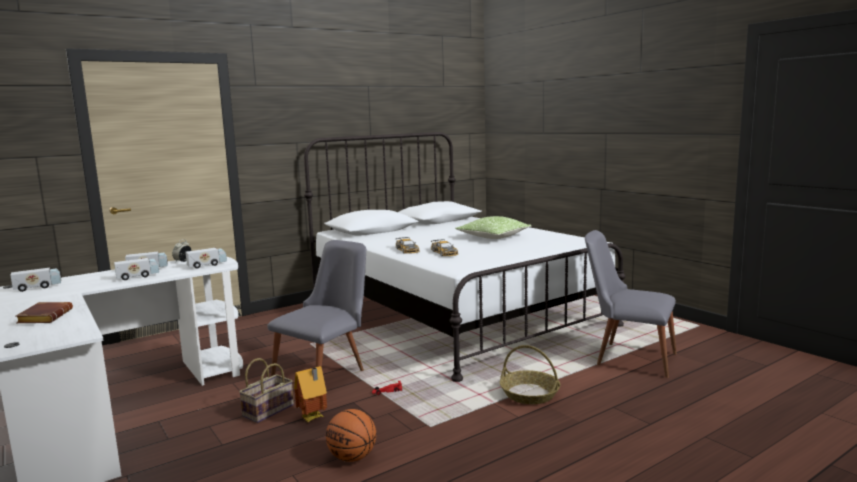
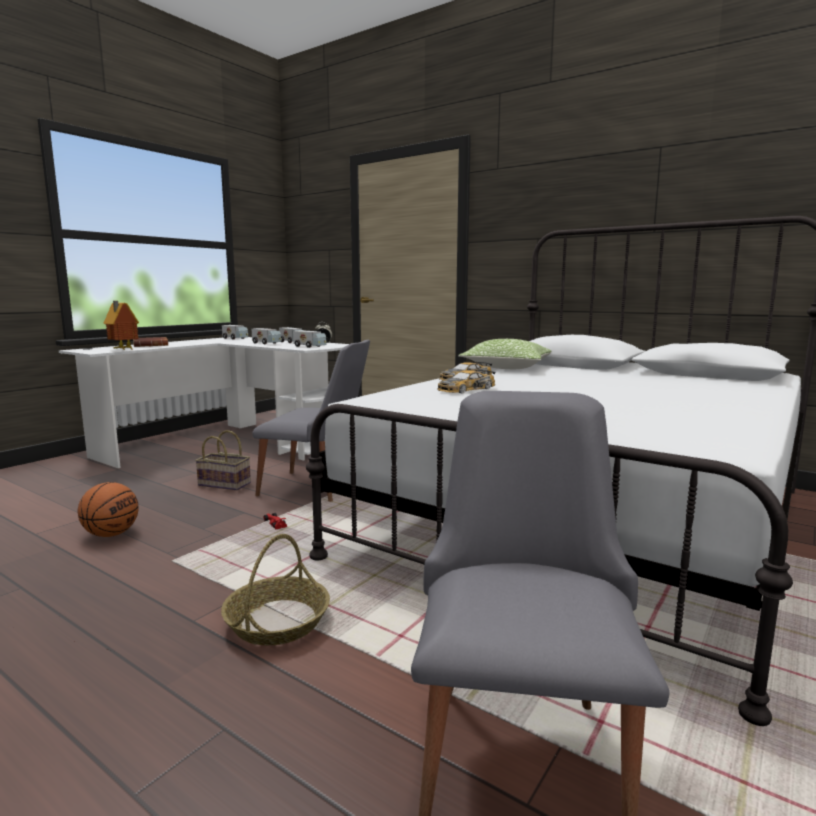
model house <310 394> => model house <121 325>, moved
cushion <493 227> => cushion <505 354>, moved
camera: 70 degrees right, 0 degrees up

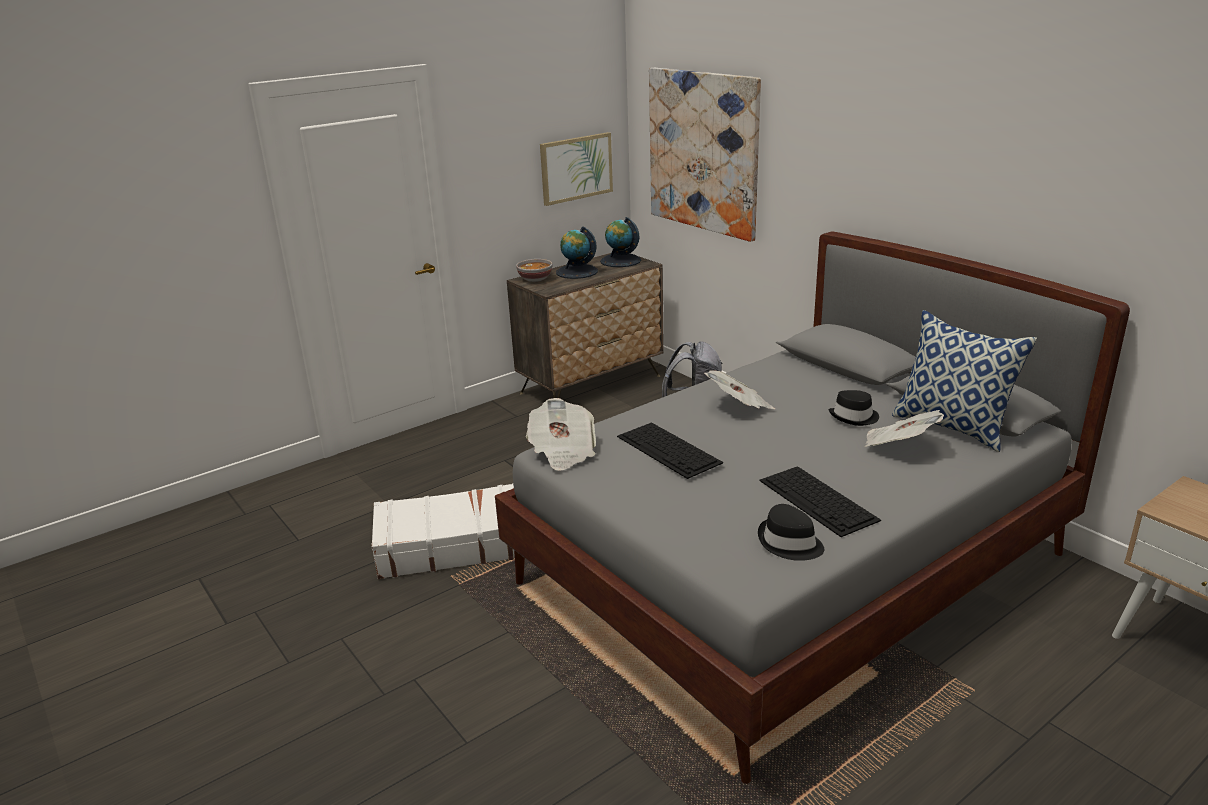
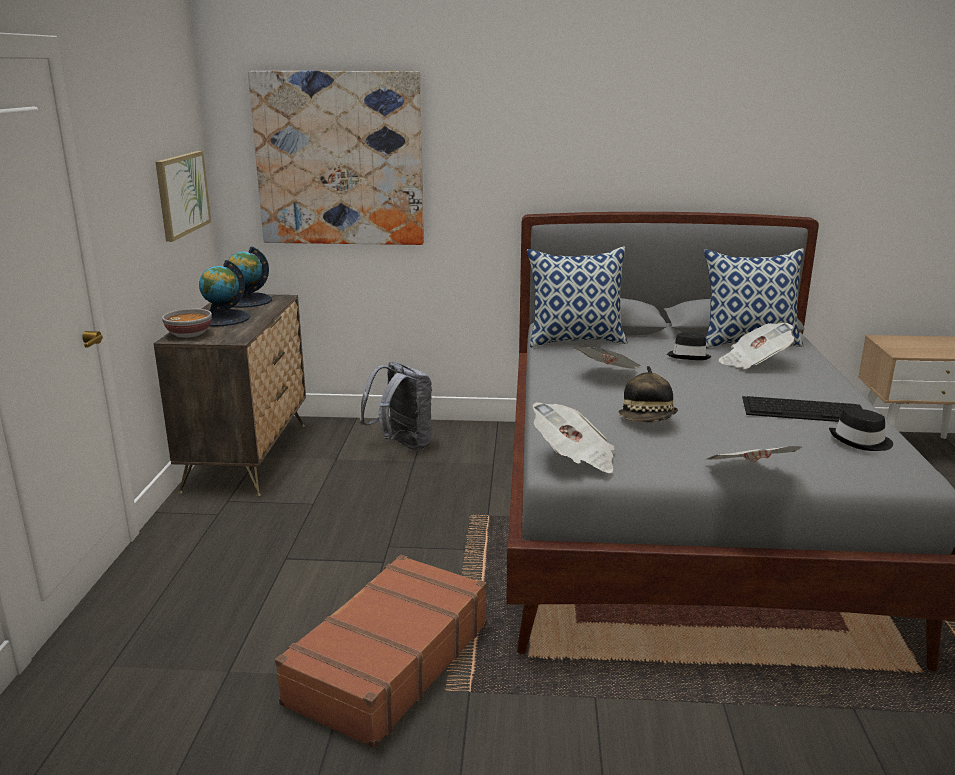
nothing => cushion <577 296>
nothing => daily paper <753 454>
computer keyboard <670 450> => hat <648 394>
white-coloured suitcase <443 531> => brownish suitcase <381 651>
camera: 50 degrees left, 5 degrees down

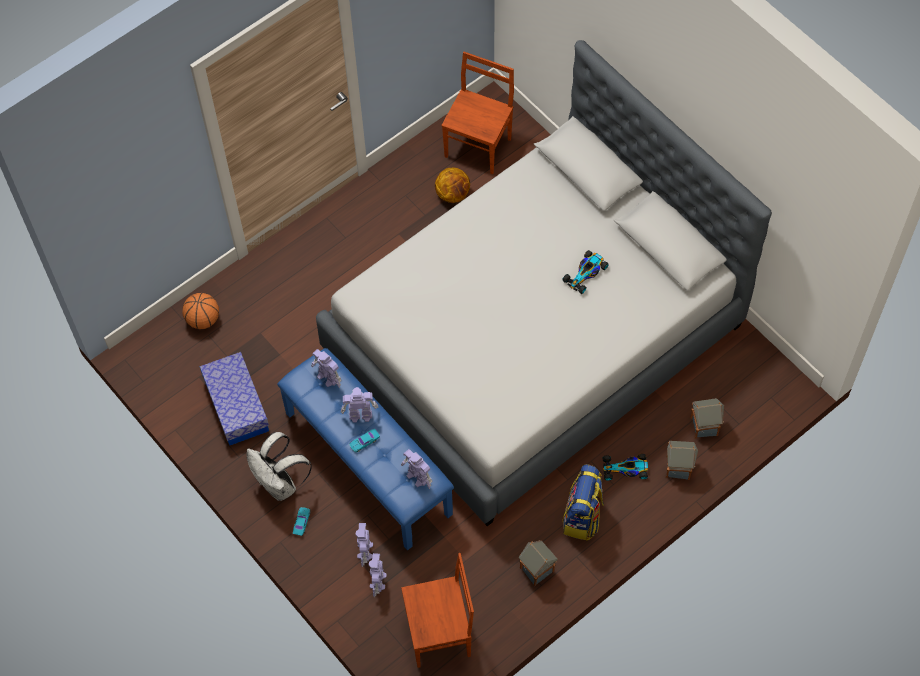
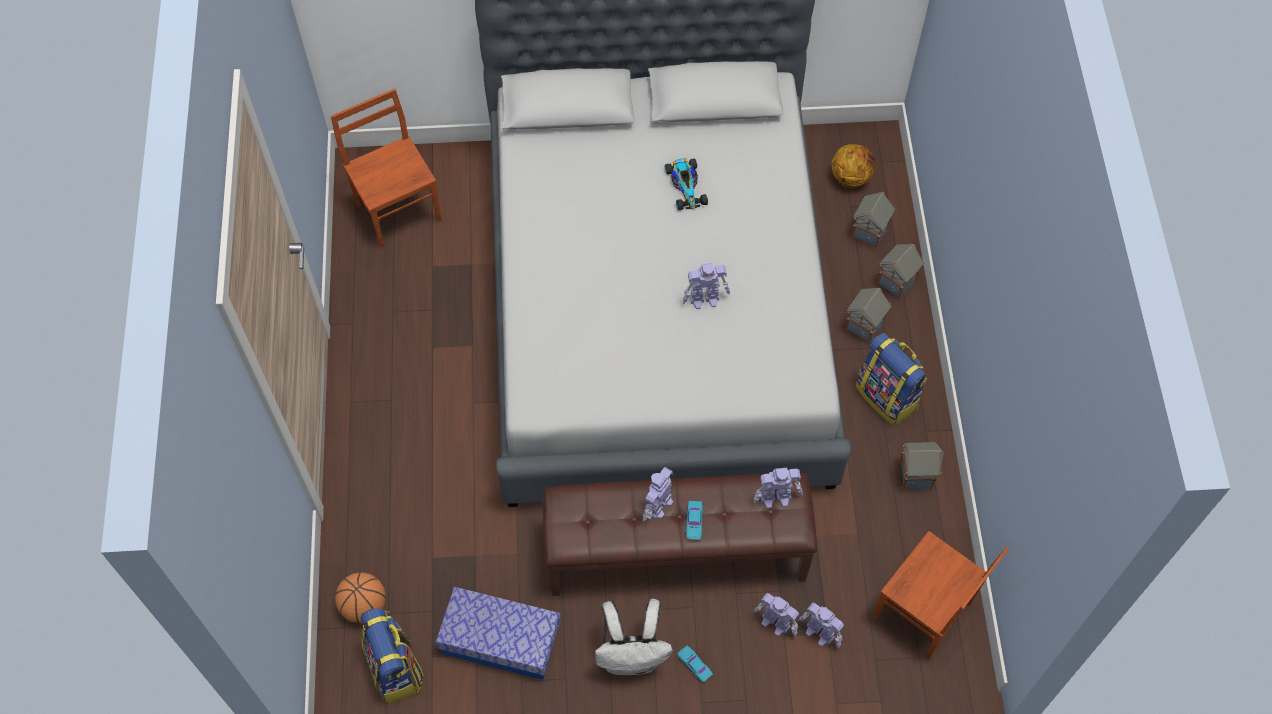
nothing => knapsack <392 656>
model robot <326 368> => model robot <706 286>, moved
basketball <452 185> => basketball <853 166>, moved
model car <625 467> => model house <867 316>
blue-coloured long seat <365 449> => brownish long seat <680 534>
brownish upright chair <437 610> => brownish upright chair <941 595>, 105 degrees clockwise
camera: 55 degrees left, 0 degrees up

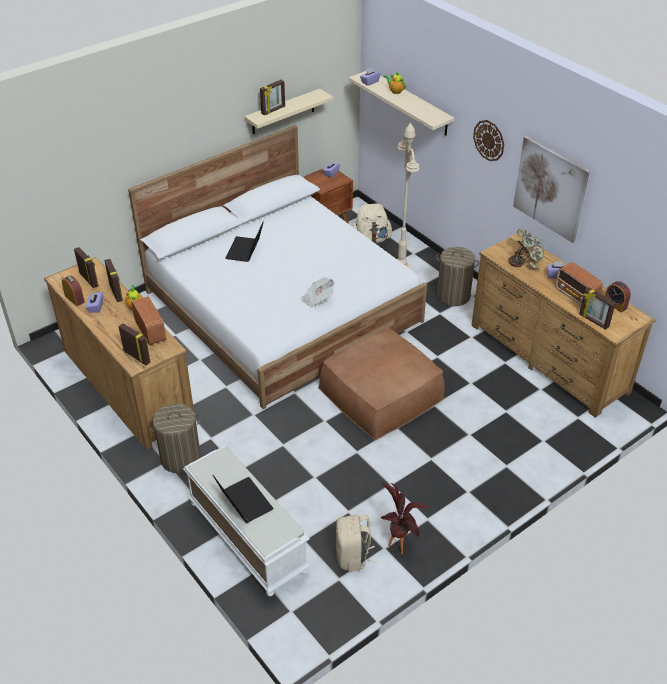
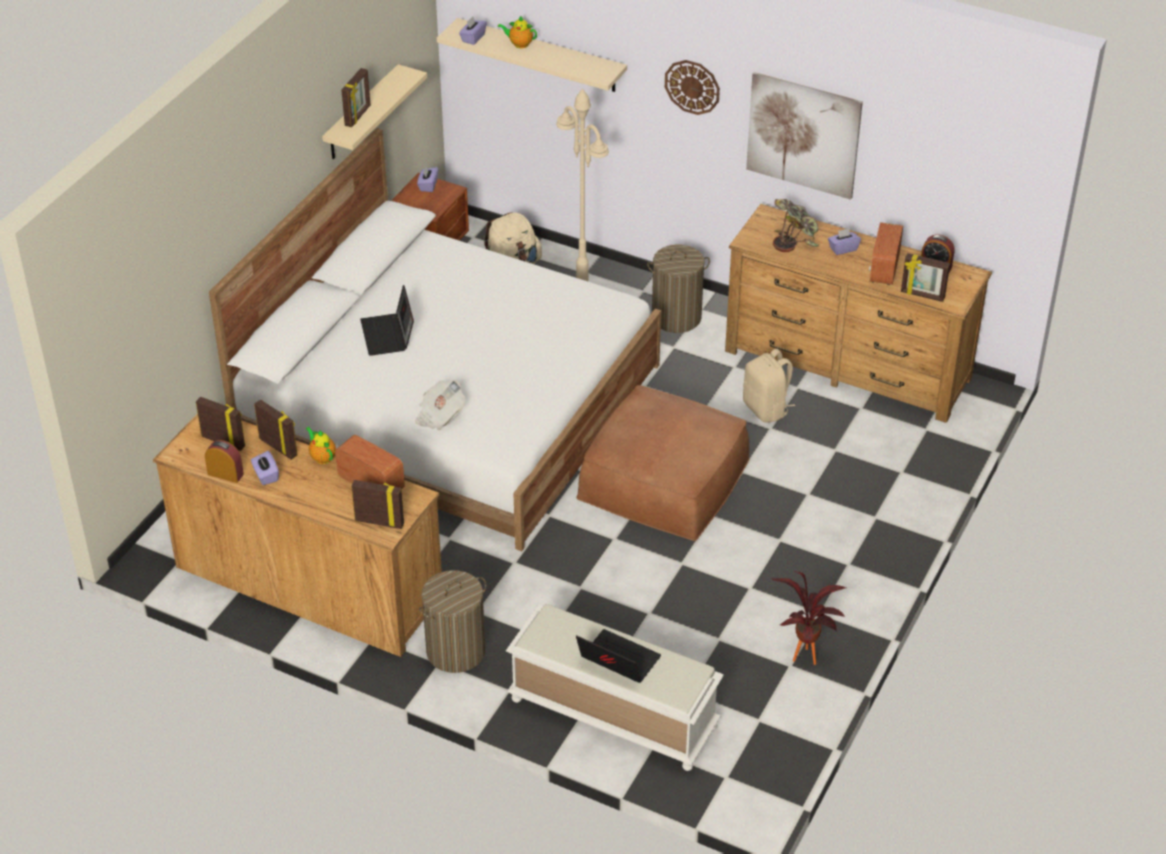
daily paper <317 292> => daily paper <440 405>, moved
beige-coloured knapsack <356 543> => beige-coloured knapsack <769 386>, moved
radio <579 283> => radio <886 253>, 75 degrees clockwise
camera: 25 degrees left, 0 degrees up

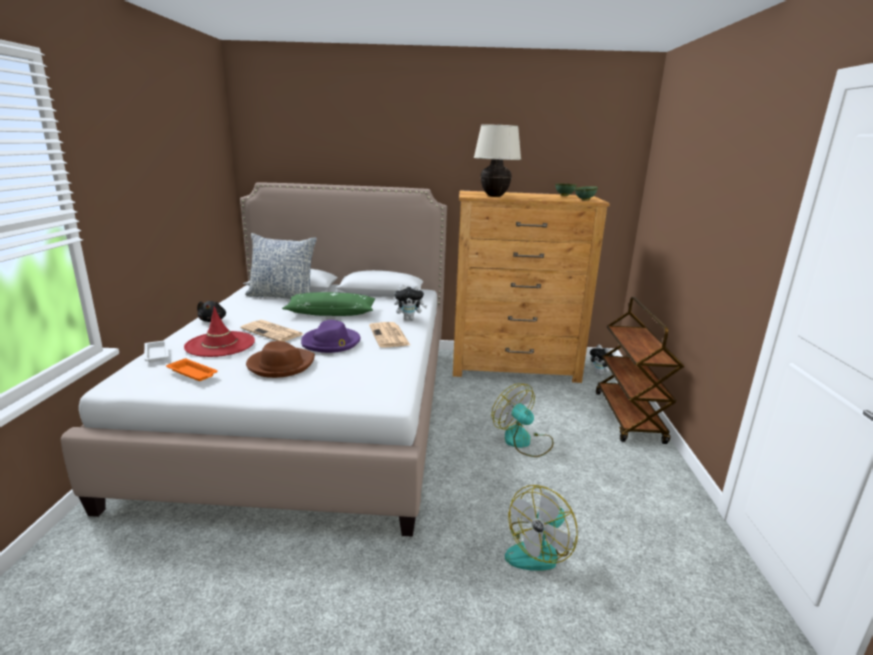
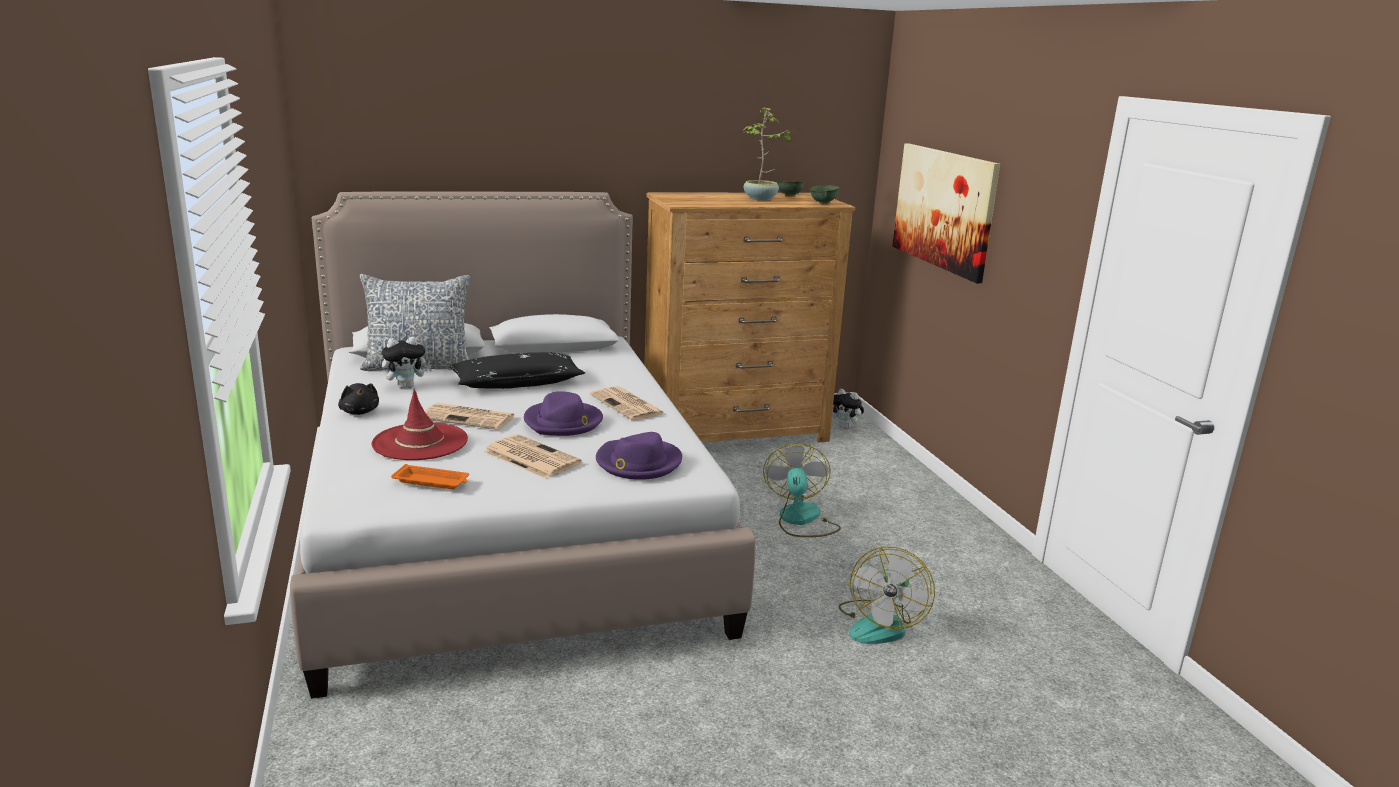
white-coloured serving tray <156 351> => nothing
beige-coloured tabletop lamp <497 160> => nothing
brownish wheeled cart <640 370> => nothing
nothing => purple hat <639 456>
nothing => houseplant <769 154>
nothing => wall picture <946 213>
soft toy <411 302> => soft toy <406 362>, moved
brownish hat <280 359> => daily paper <533 456>
green cushion <328 304> => black cushion <517 370>
electric fan <522 420> => electric fan <802 490>, 60 degrees clockwise
camera: 20 degrees left, 0 degrees up

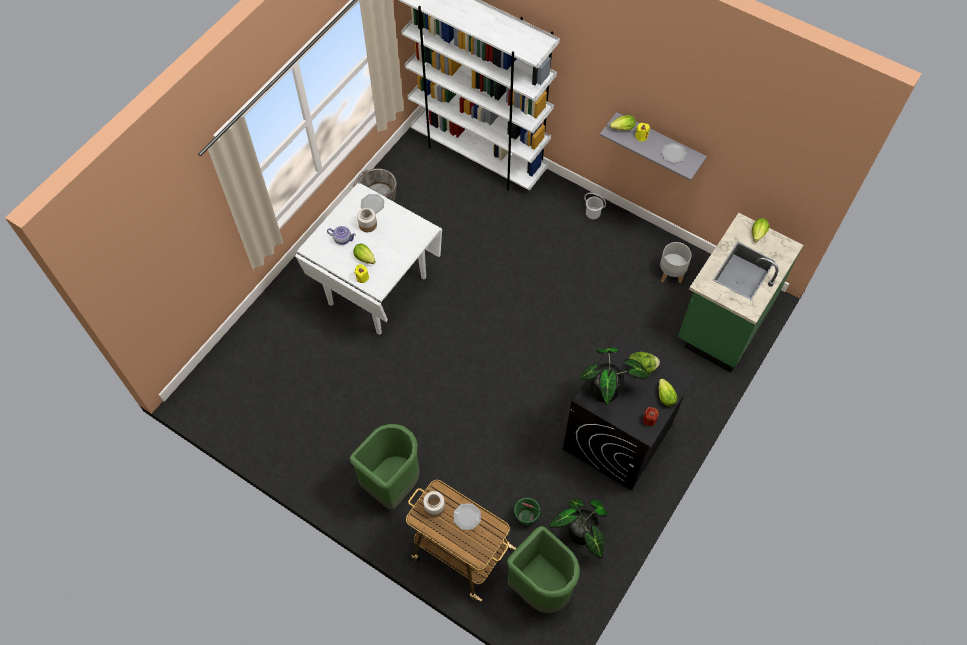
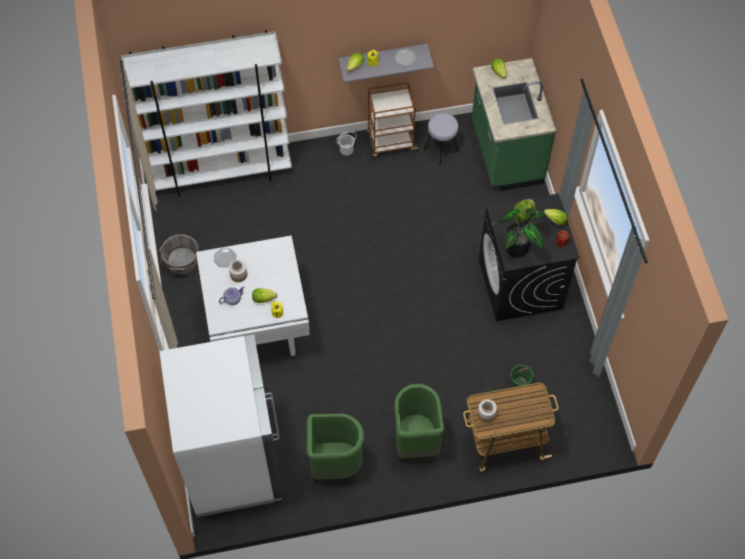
dinner plate <467 516> => nothing
houseplant <578 528> => nothing
nothing => white-coloured fridge <221 425>
nothing => brownish wheeled cart <393 120>
green trash can <543 569> => green trash can <335 447>, moved
greyish flower pot <676 263> => greyish stool <441 138>
camera: 45 degrees left, 0 degrees up

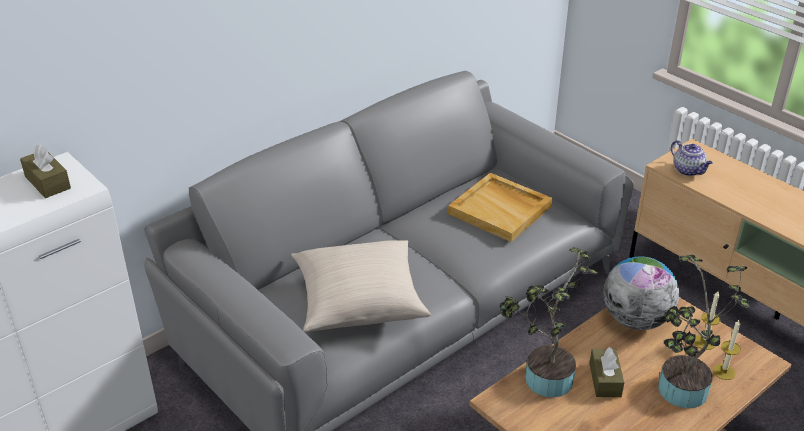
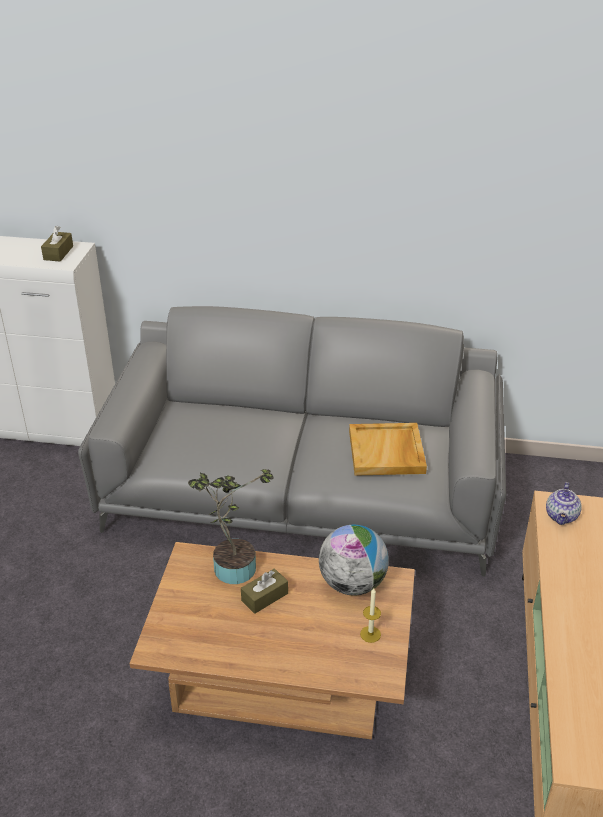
beige-coloured cushion <361 286> => nothing
houseplant <704 331> => nothing
wax candle <727 350> => nothing
camera: 50 degrees right, 0 degrees up

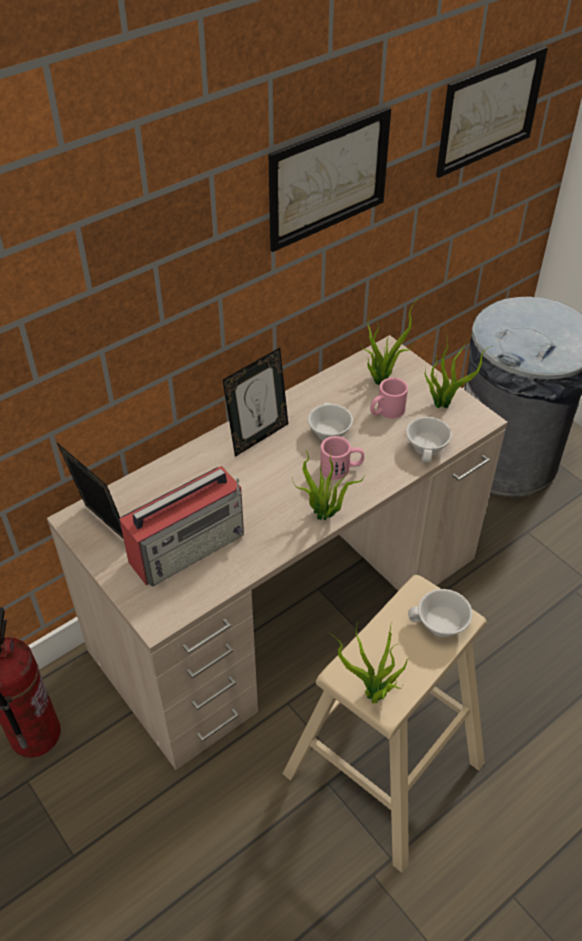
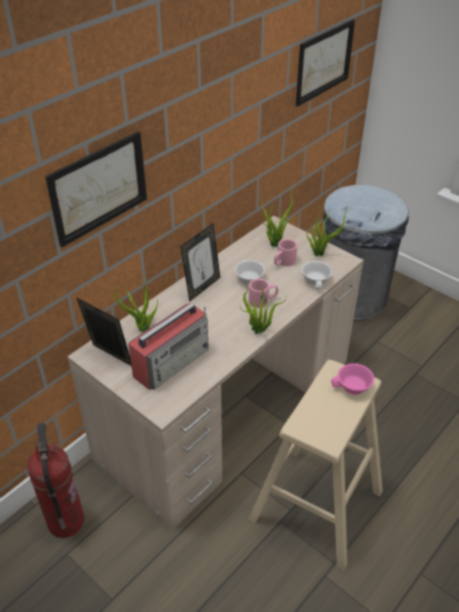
wall picture <330 179> => wall picture <96 189>, moved
houseplant <369 662> => houseplant <132 306>, moved
white-coloured drinking cup <440 613> => pinkish drinking cup <352 379>
camera: 10 degrees left, 5 degrees down

